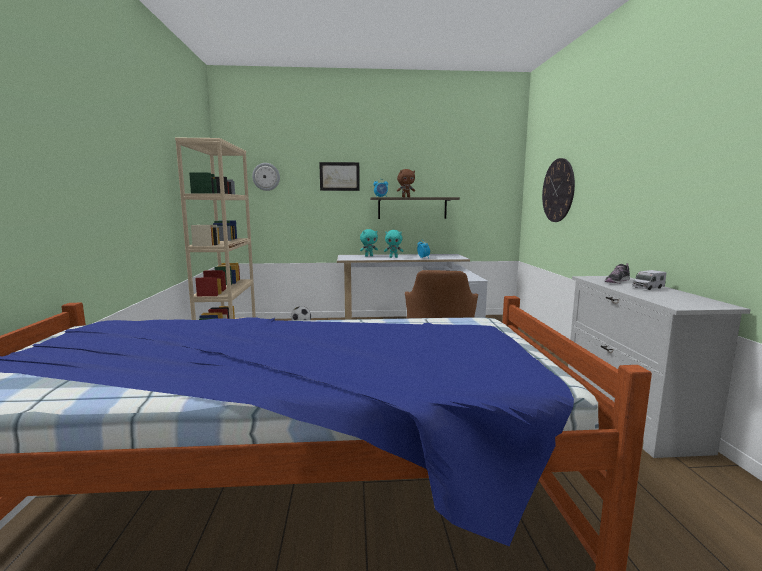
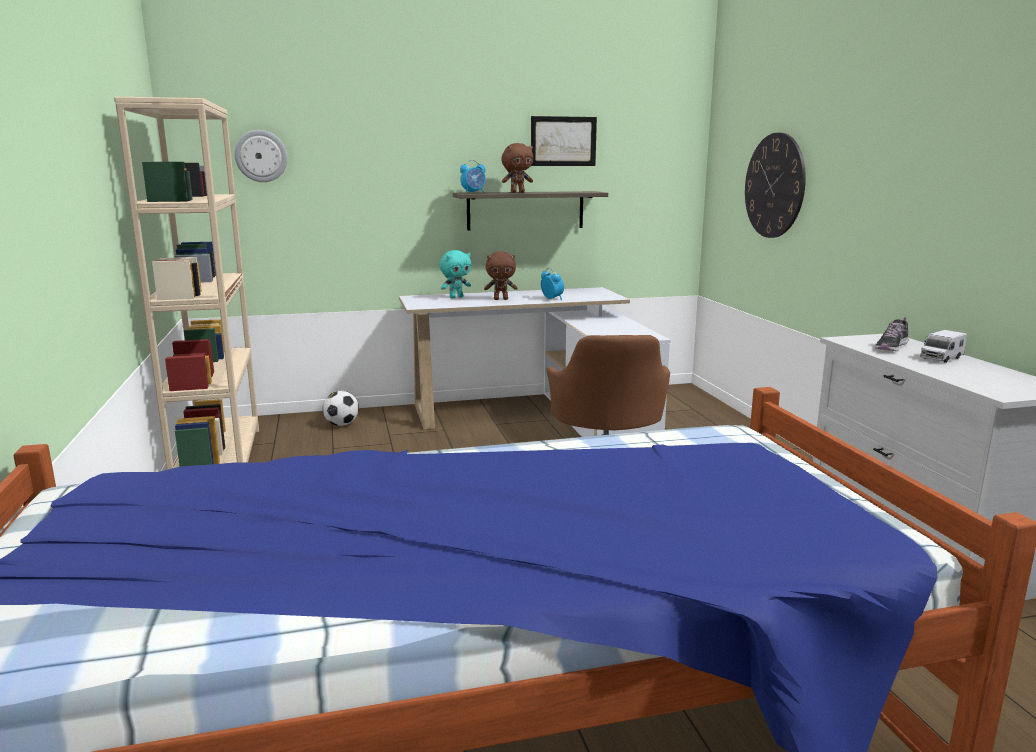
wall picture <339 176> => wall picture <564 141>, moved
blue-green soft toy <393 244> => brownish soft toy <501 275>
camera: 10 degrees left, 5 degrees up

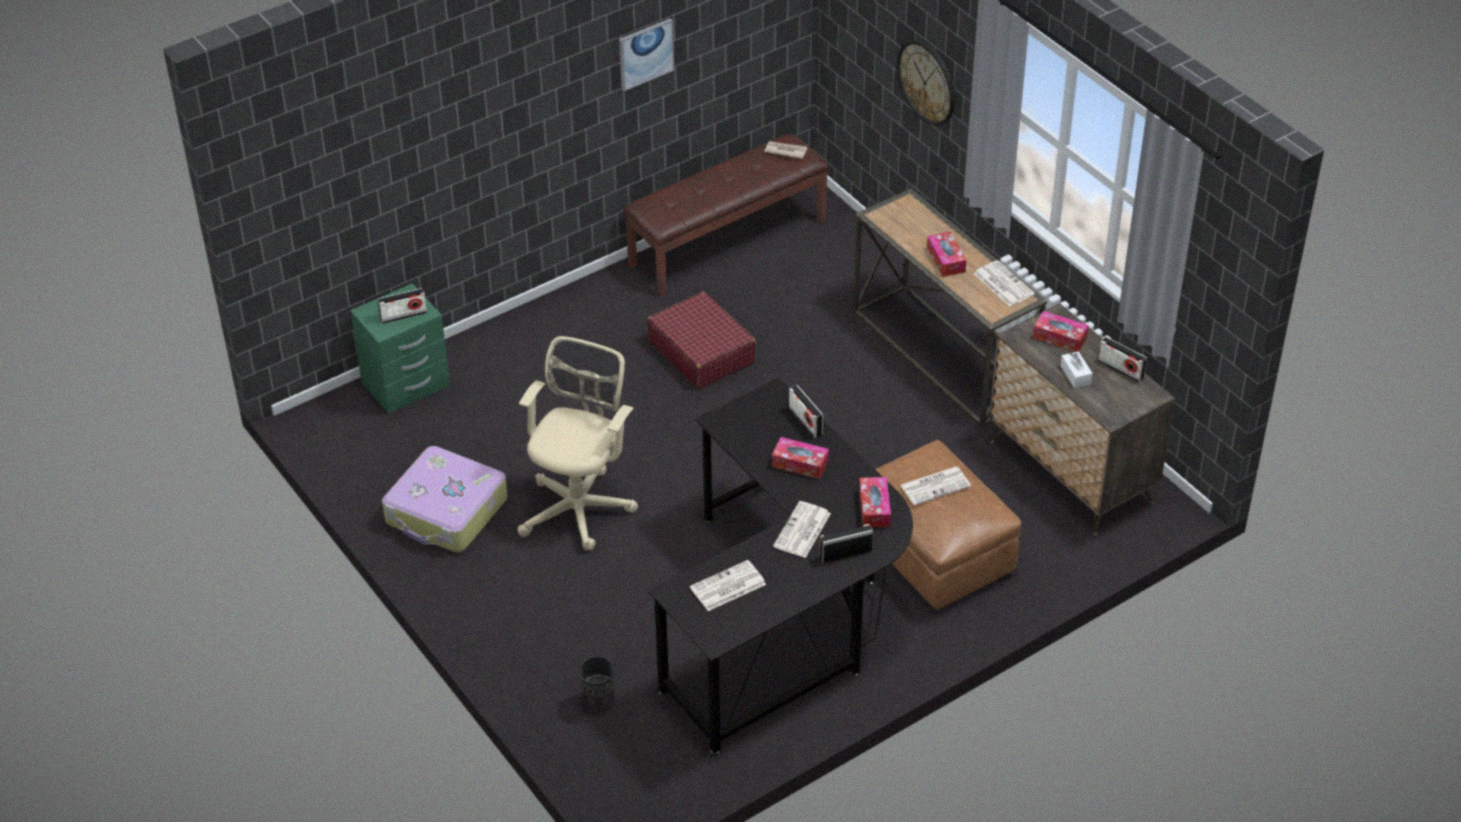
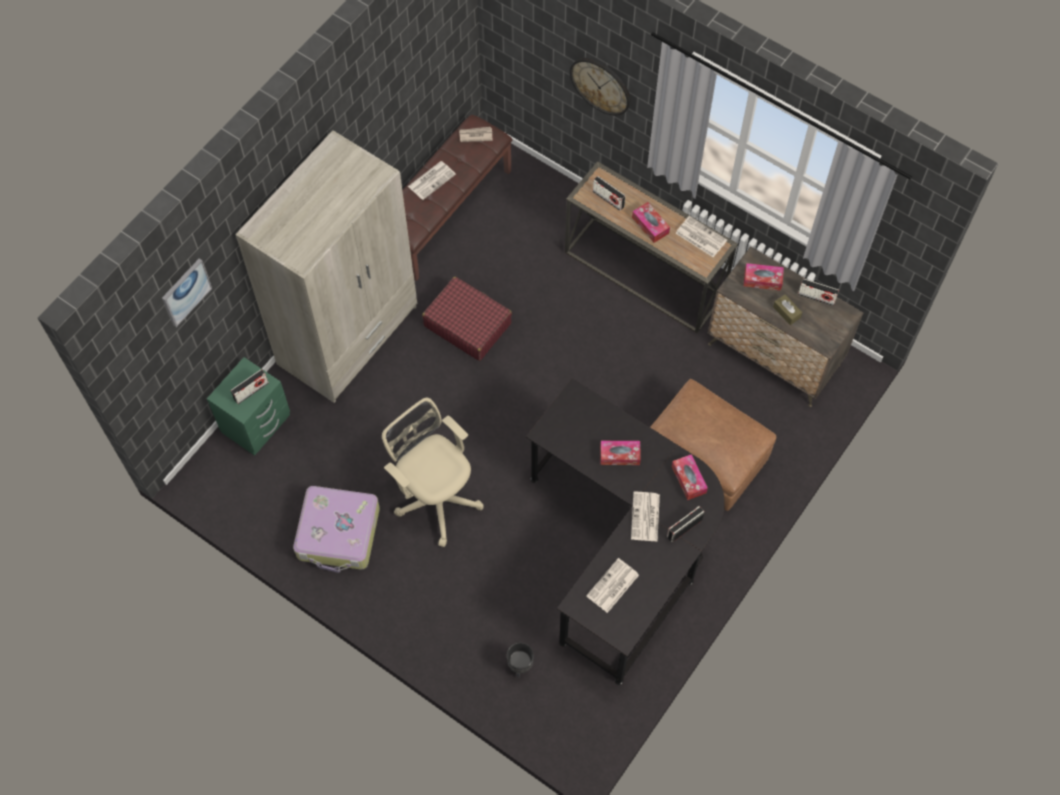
nothing => beige-coloured armoire <326 266>
wall picture <646 54> => wall picture <187 293>, moved
radio <806 411> => radio <609 193>, moved
daily paper <935 486> => daily paper <432 180>, moved
white-coloured box of tissues <1077 369> => brownish box of tissues <787 309>
beige-coloured office chair <578 443> => beige-coloured office chair <432 472>, 45 degrees counterclockwise
camera: 20 degrees left, 20 degrees up

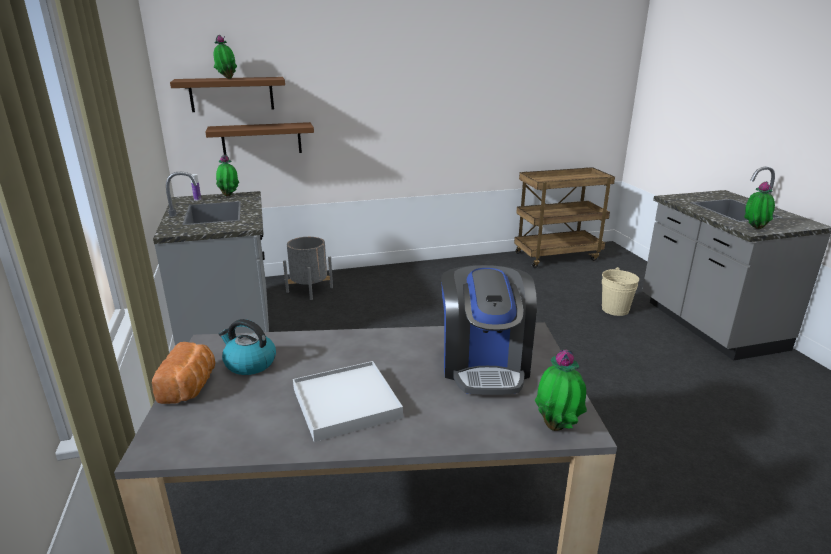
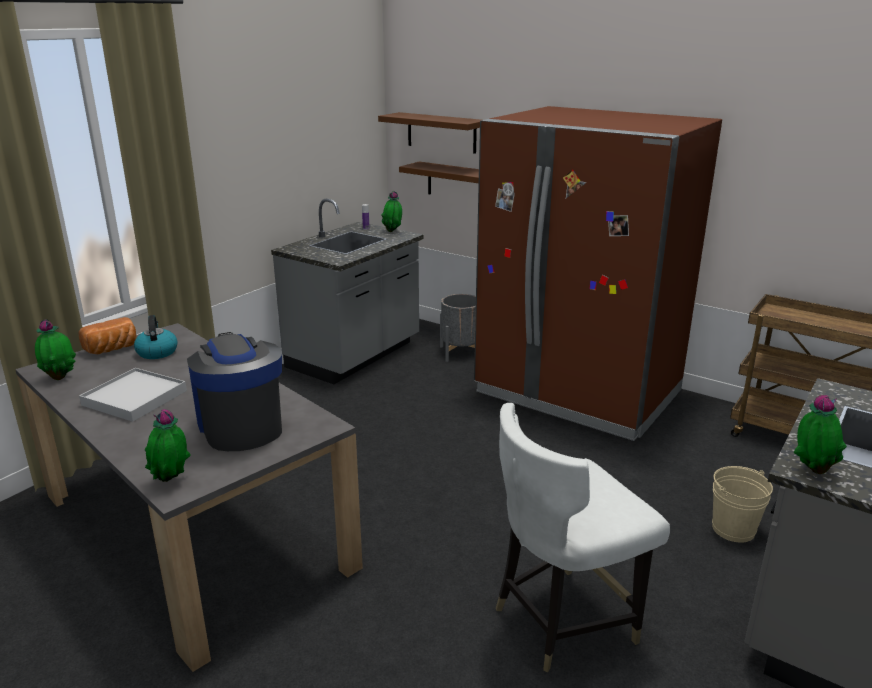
nothing => brownish fridge <598 273>
nothing => white-coloured upright chair <583 537>
houseplant <225 57> => houseplant <55 349>, moved
coffee maker <489 330> => coffee maker <234 391>, 105 degrees clockwise
camera: 50 degrees right, 0 degrees up

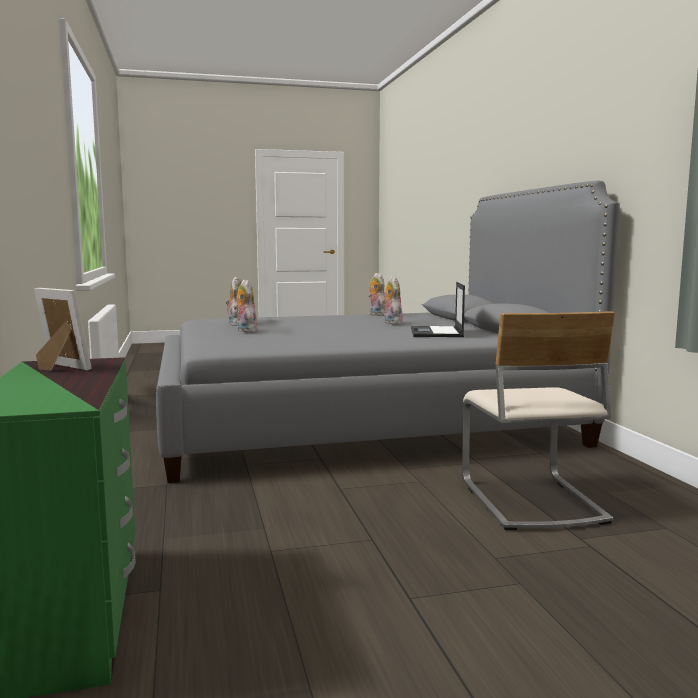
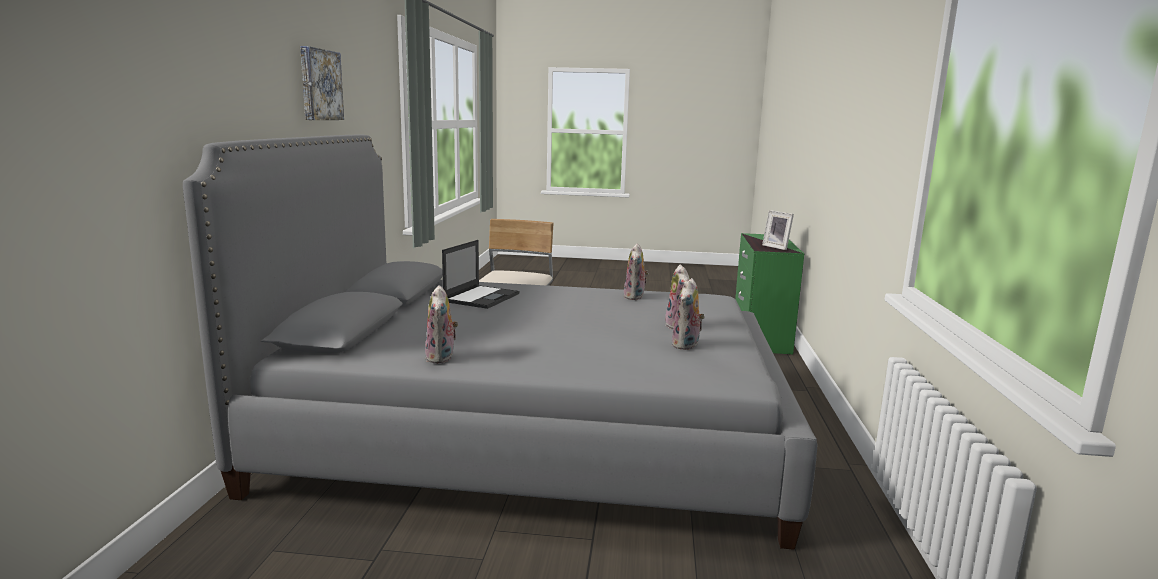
nothing => wall picture <322 83>
soft toy <392 300> => soft toy <636 272>, moved
camera: 160 degrees left, 5 degrees up

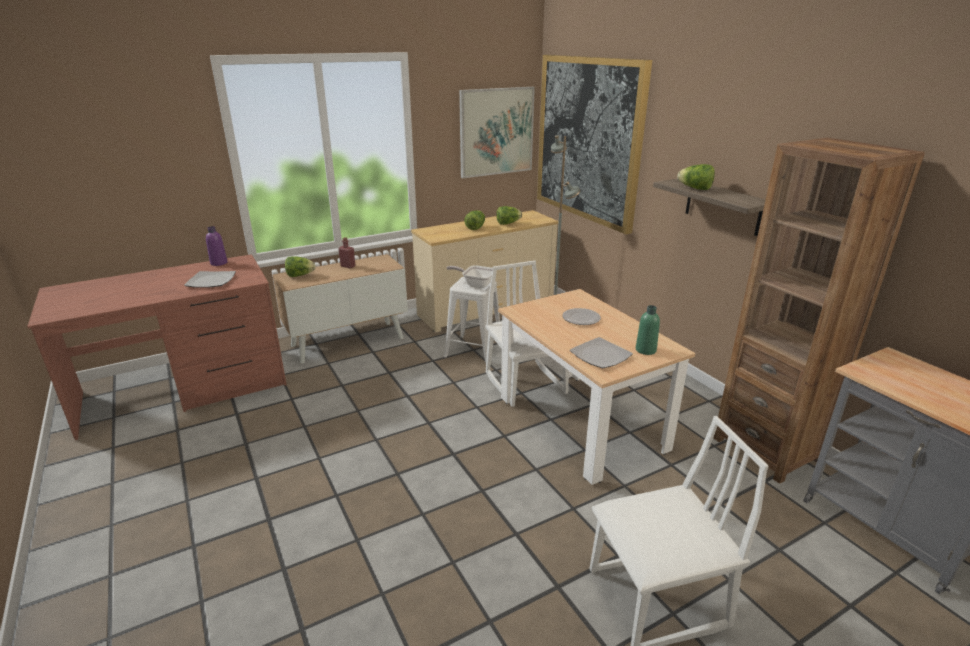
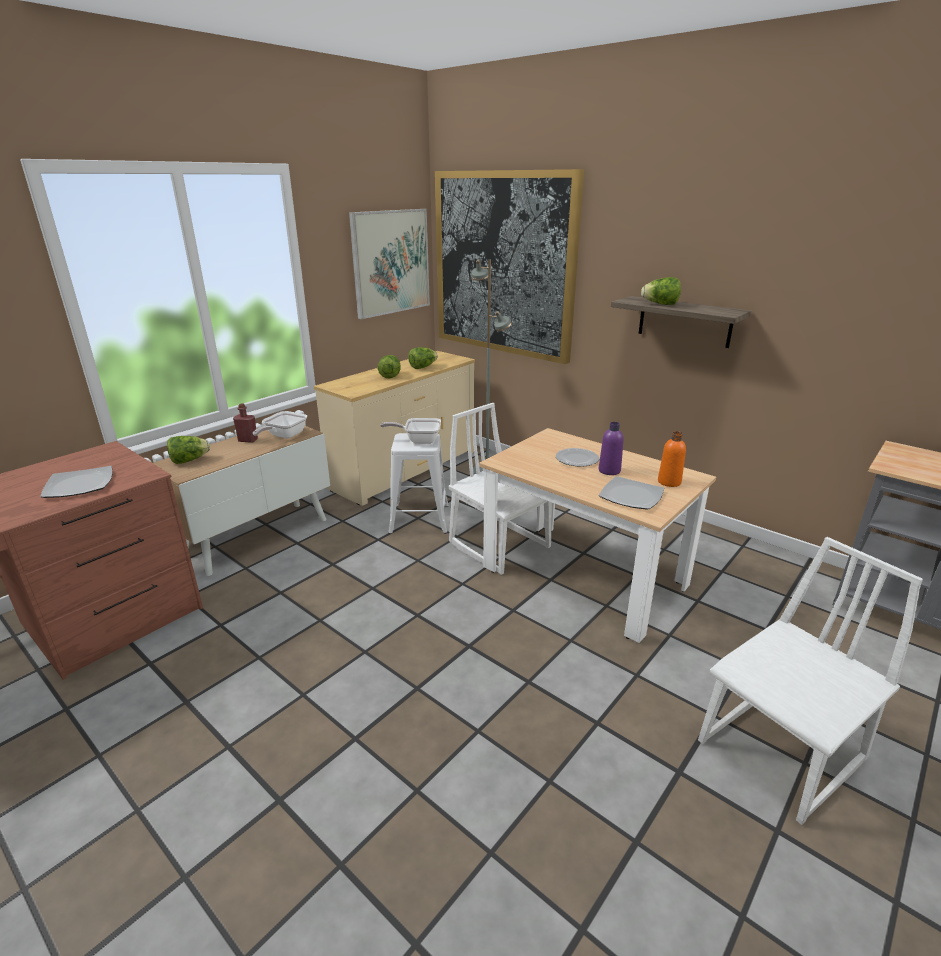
brownish bookshelf <819 311> => nothing
nothing => skillet <280 425>
purple beverage bottle <216 246> => purple beverage bottle <611 448>, moved
green beverage bottle <648 330> => orange beverage bottle <672 459>
camera: 20 degrees left, 0 degrees up

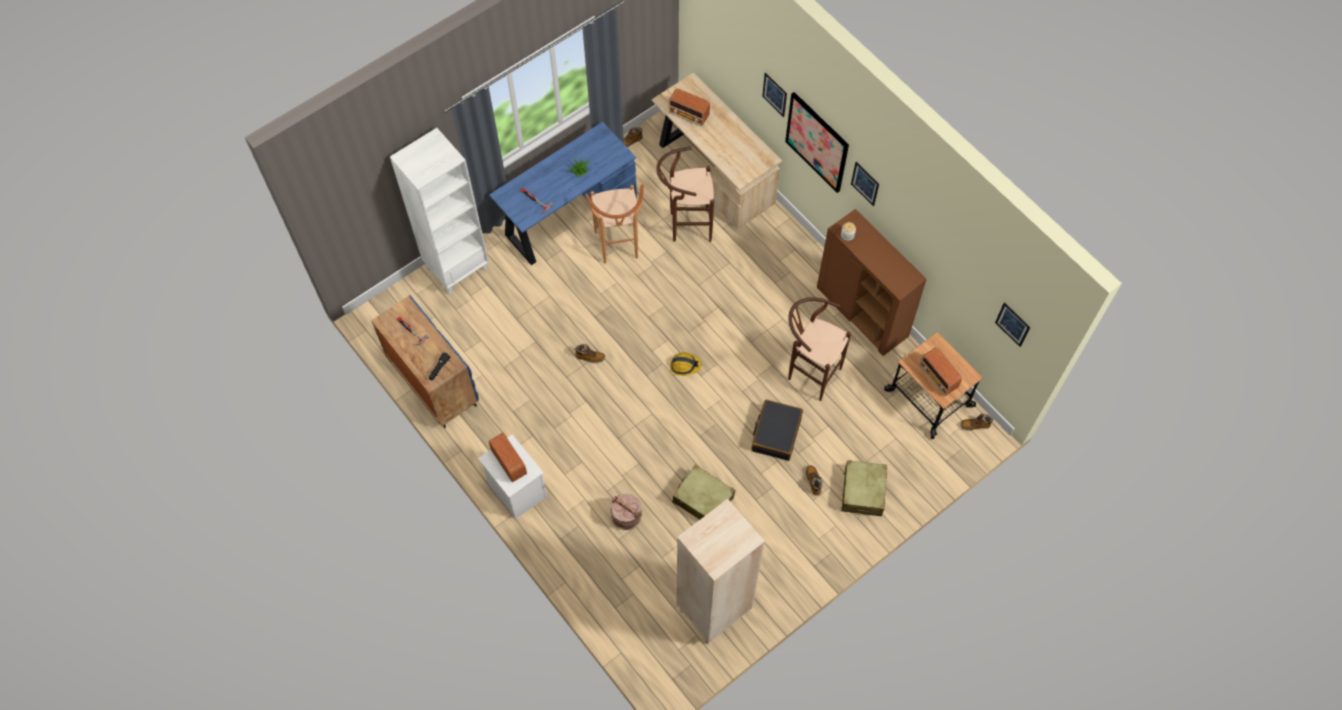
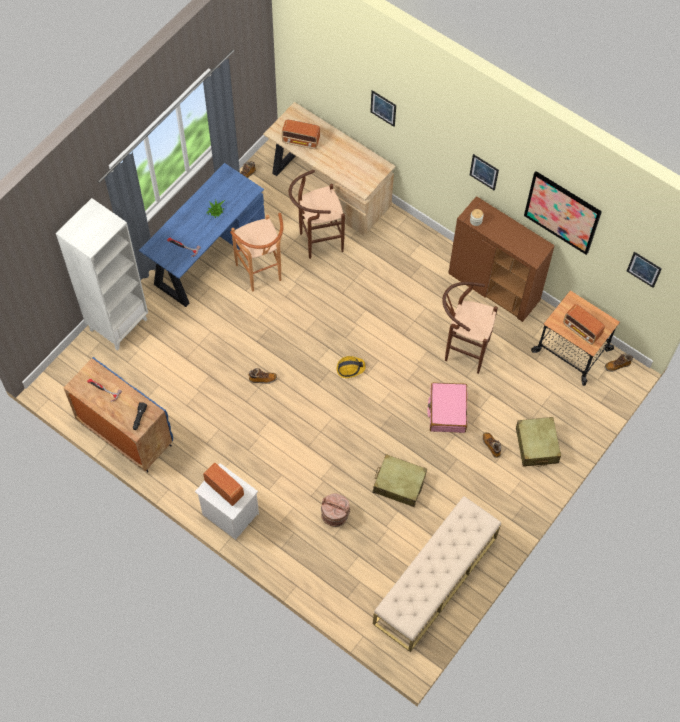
wall picture <817 142> => wall picture <563 213>, moved
beige-coloured bookshelf <721 572> => beige-coloured long seat <437 574>
black suitcase <777 430> => pinkish suitcase <447 408>
camera: 15 degrees left, 0 degrees up

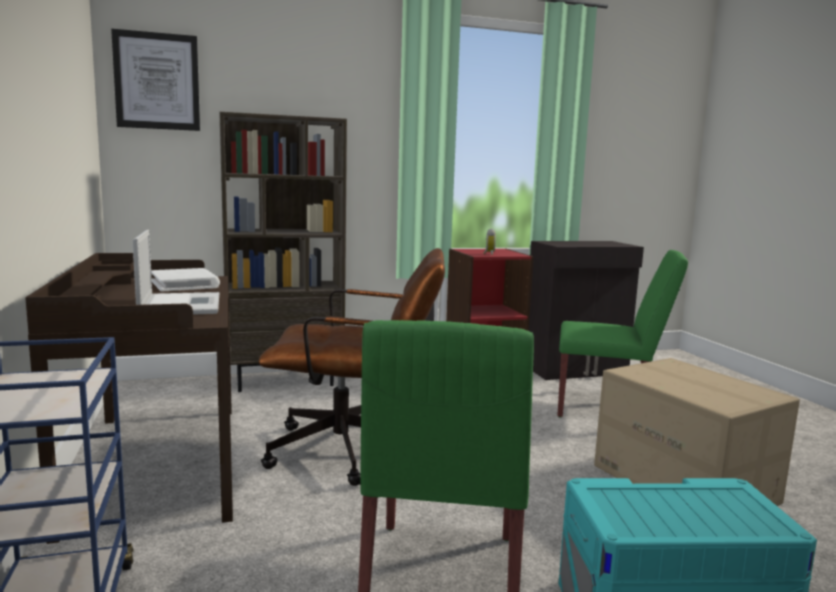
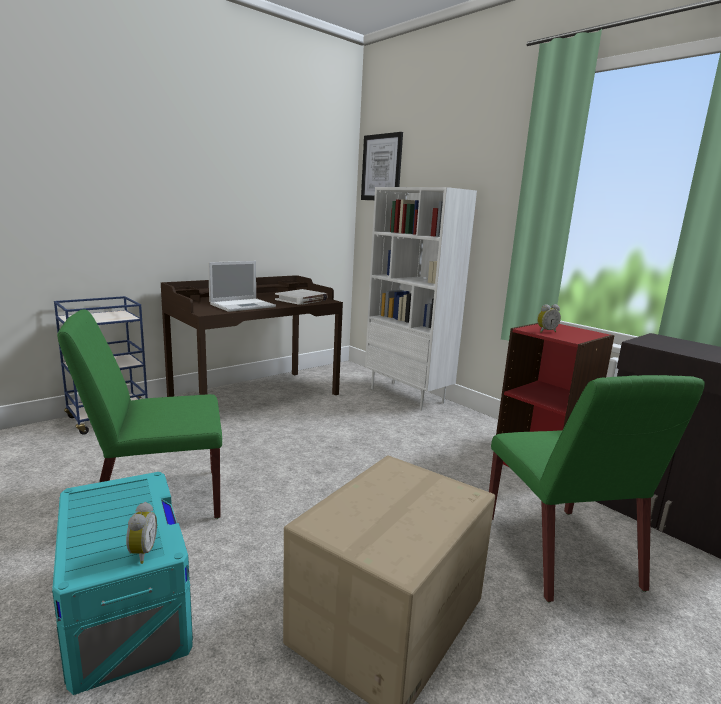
brownish office chair <352 367> => nothing
nothing => bedside clock <141 533>
brownish bookshelf <283 252> => white-coloured bookshelf <421 298>
camera: 65 degrees right, 5 degrees up

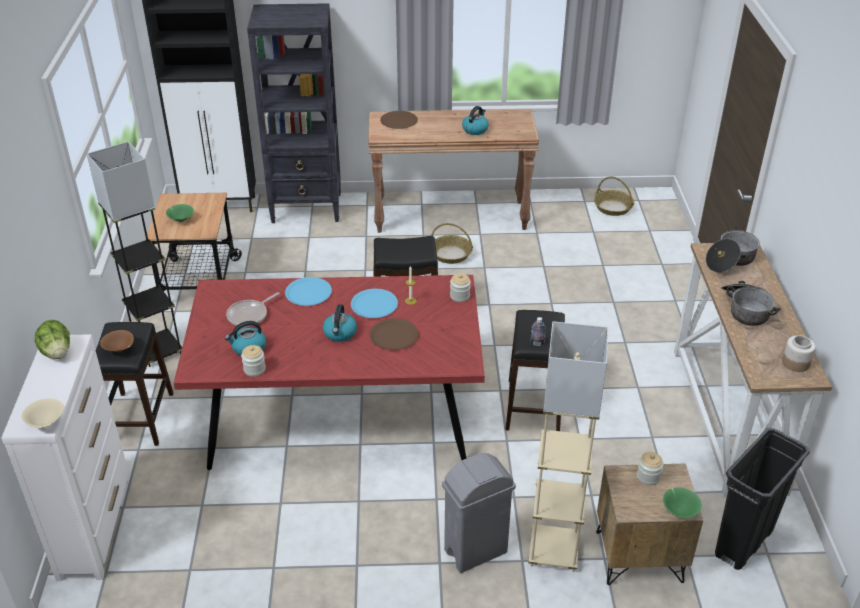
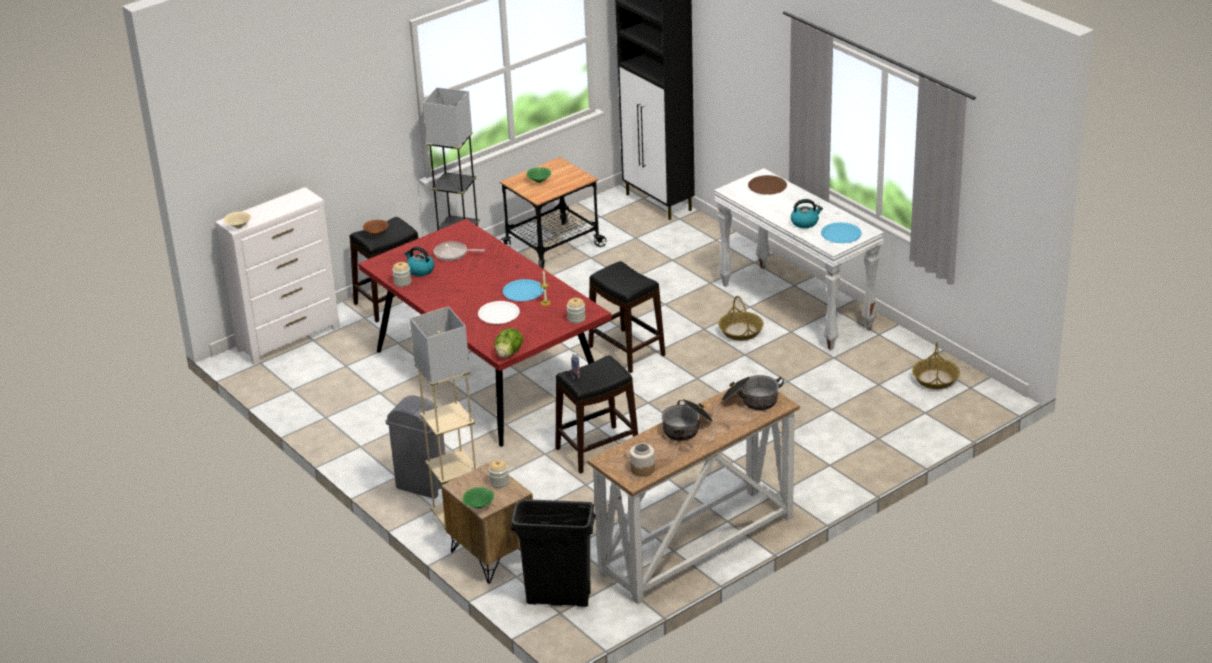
black bookshelf <294 113> => nothing
kettle <340 323> => nothing
lettuce head <52 339> => lettuce head <508 343>, moved
blue-coloured dinner plate <308 291> => blue-coloured dinner plate <841 232>, moved
brownish narrow table <453 171> => white-coloured narrow table <799 259>
brownish dinner plate <394 334> => white-coloured dinner plate <499 312>
camera: 55 degrees right, 5 degrees down

